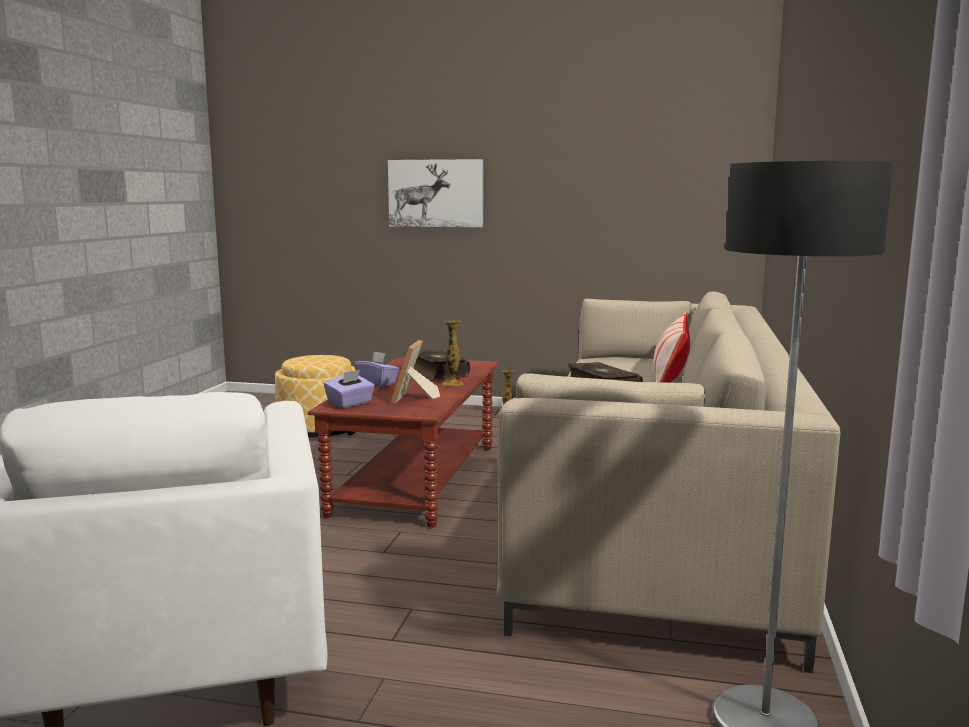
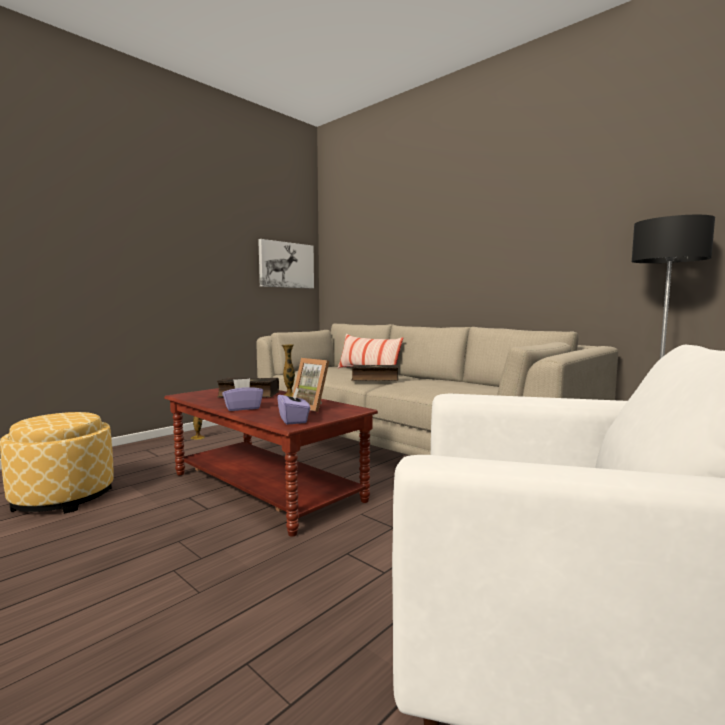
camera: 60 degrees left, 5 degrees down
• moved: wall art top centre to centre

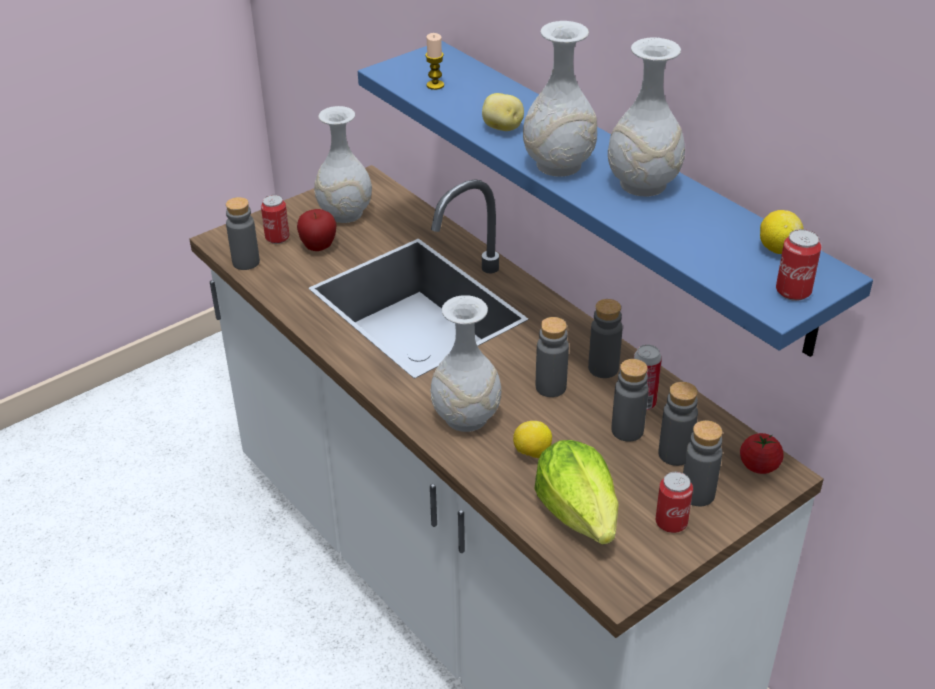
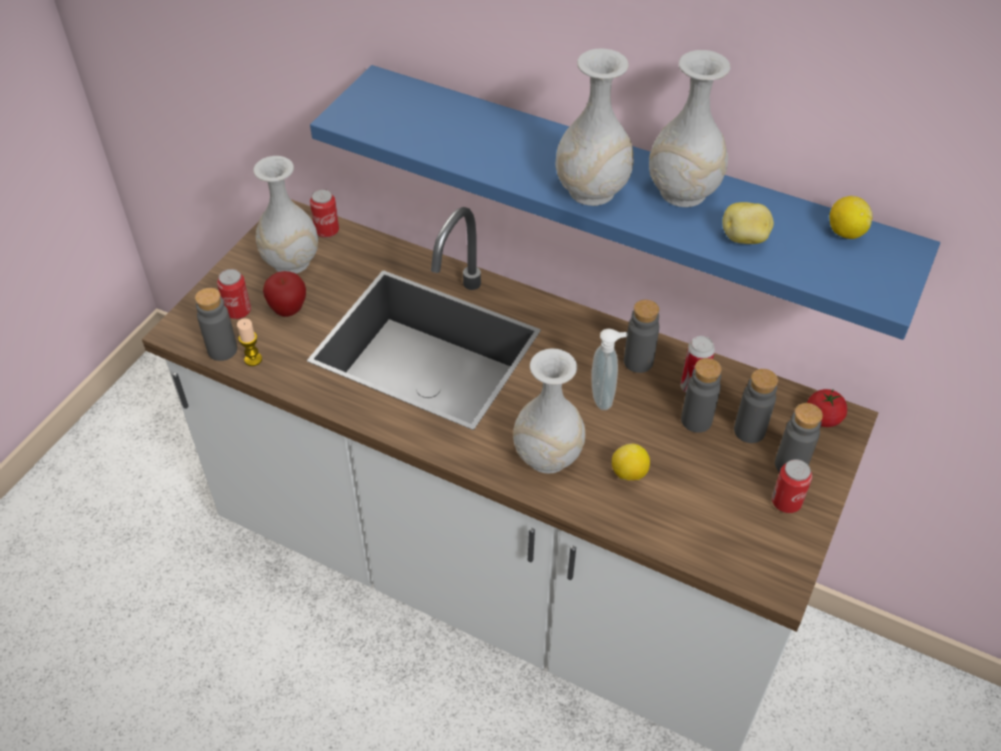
camera: 25 degrees left, 10 degrees up
• moved: wax candle top centre to middle left
• moved: whole potato top centre to top right
• removed: lettuce bottom centre
• replaced: beverage bottle (grey) (2nd from left) centre to liquid soap bottle centre
• moved: metal can (4th from left in the first image) middle right to metal can (2nd from left) top left

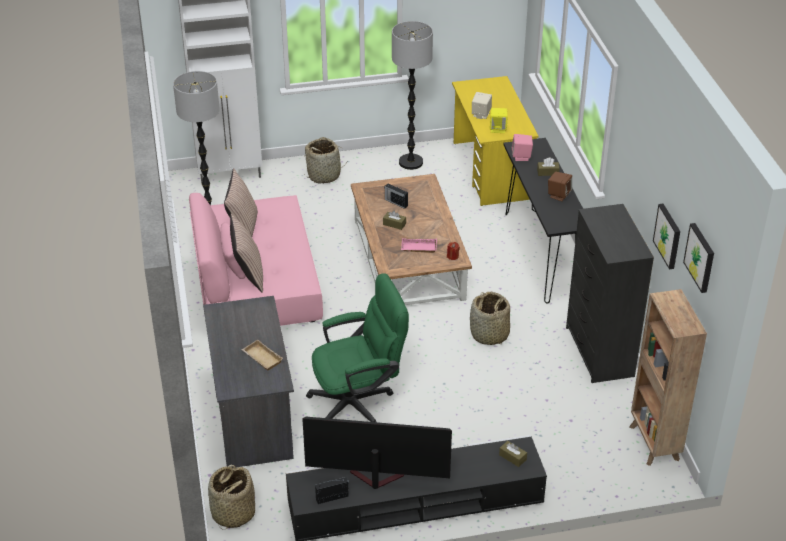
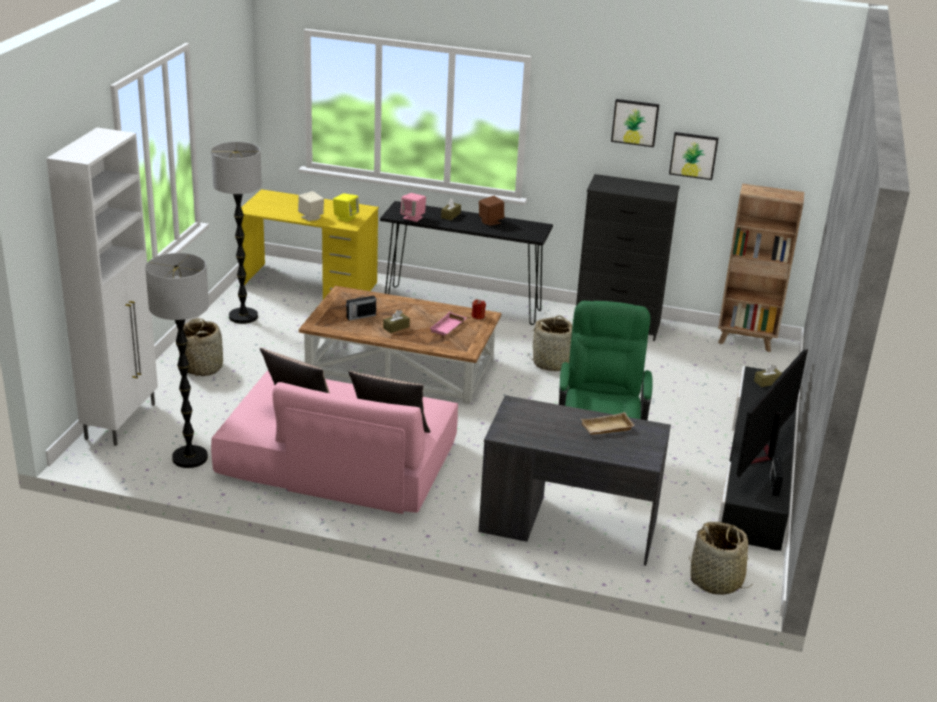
camera: 65 degrees left, 10 degrees down
• moved: wall art (2nd from left in the first image) middle right to wall art (1st from left) top right

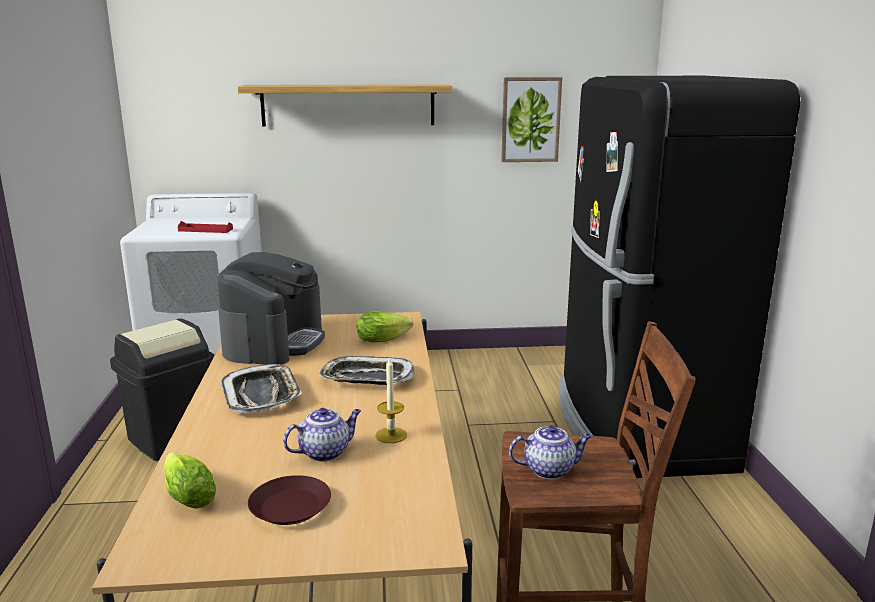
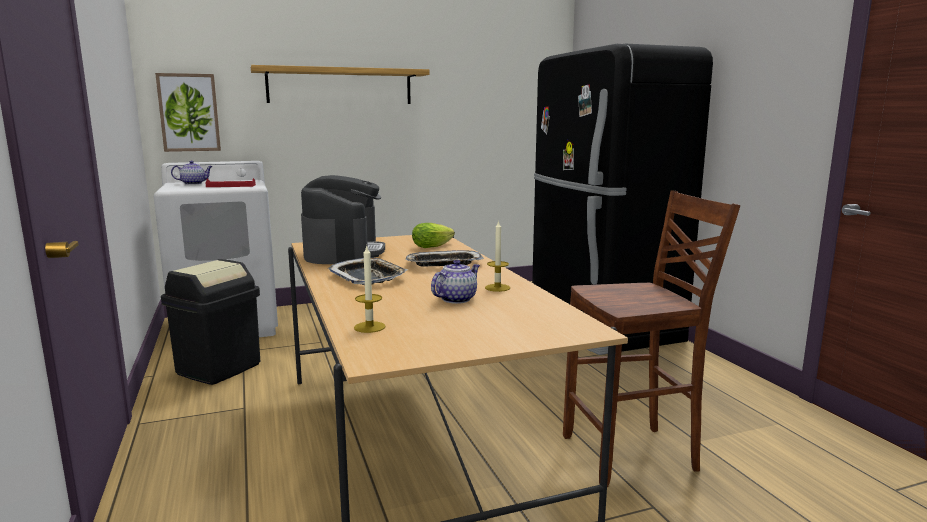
camera: 15 degrees left, 5 degrees down
• replaced: lettuce (1st from left) bottom left to wax candle (1st from left) centre
• removed: flat dish (brown) bottom left
• moved: wall art top centre to top left
• moved: pot for tea (2nd from left in the first image) bottom centre to pot for tea (1st from left) top left

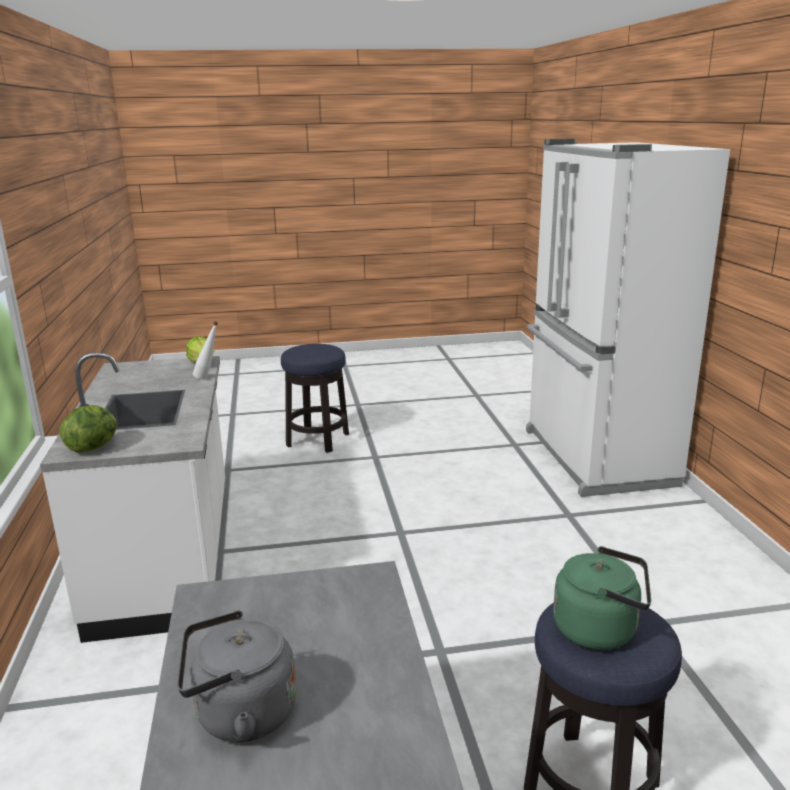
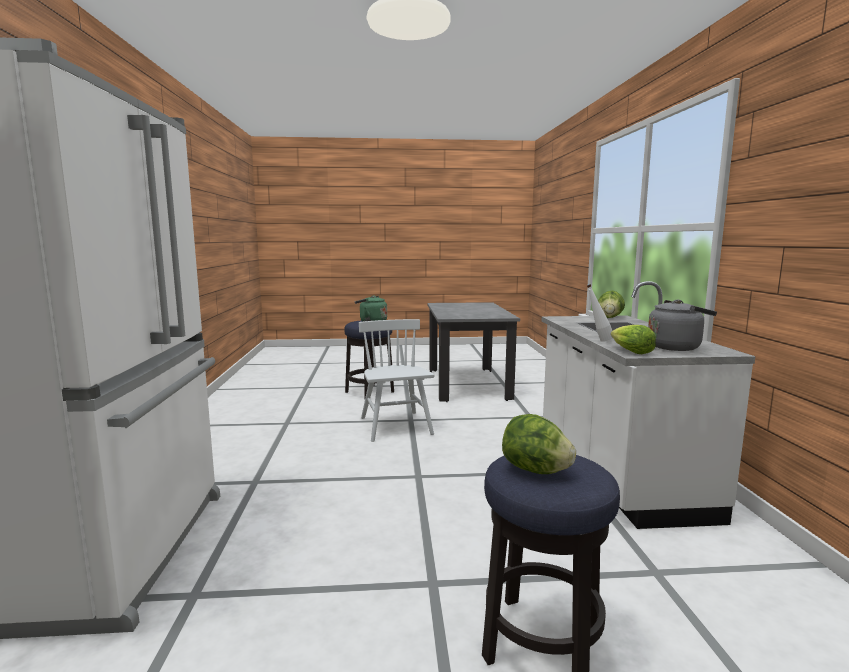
camera: 175 degrees left, 10 degrees down
• moved: tea kettle (grey) bottom left to middle right
• added: upright chair (white-coloured) centre
• added: lettuce (1st from left) centre

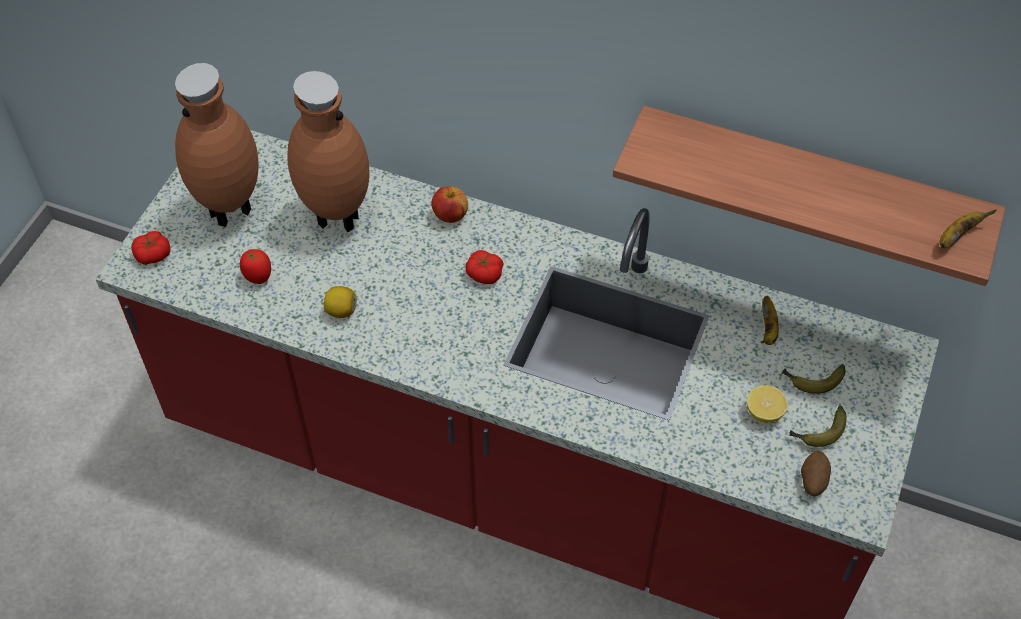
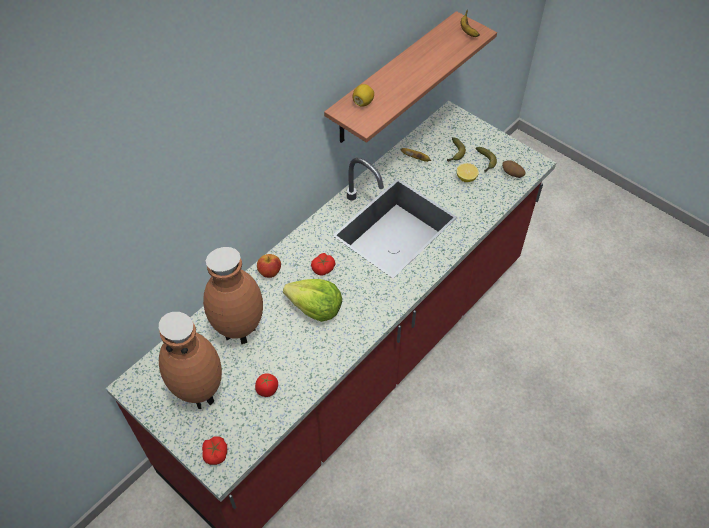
camera: 70 degrees left, 0 degrees up
• moved: lemon (1st from left) middle left to top centre
• added: lettuce centre

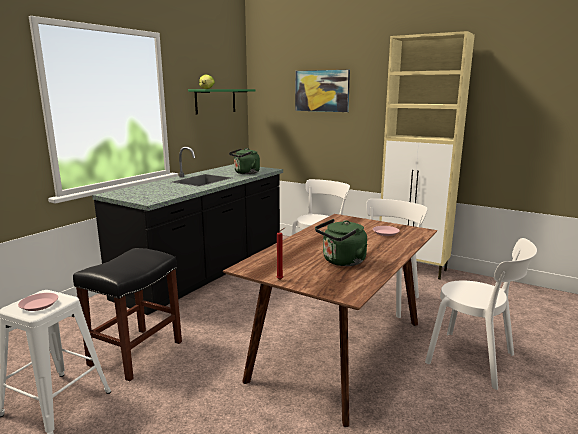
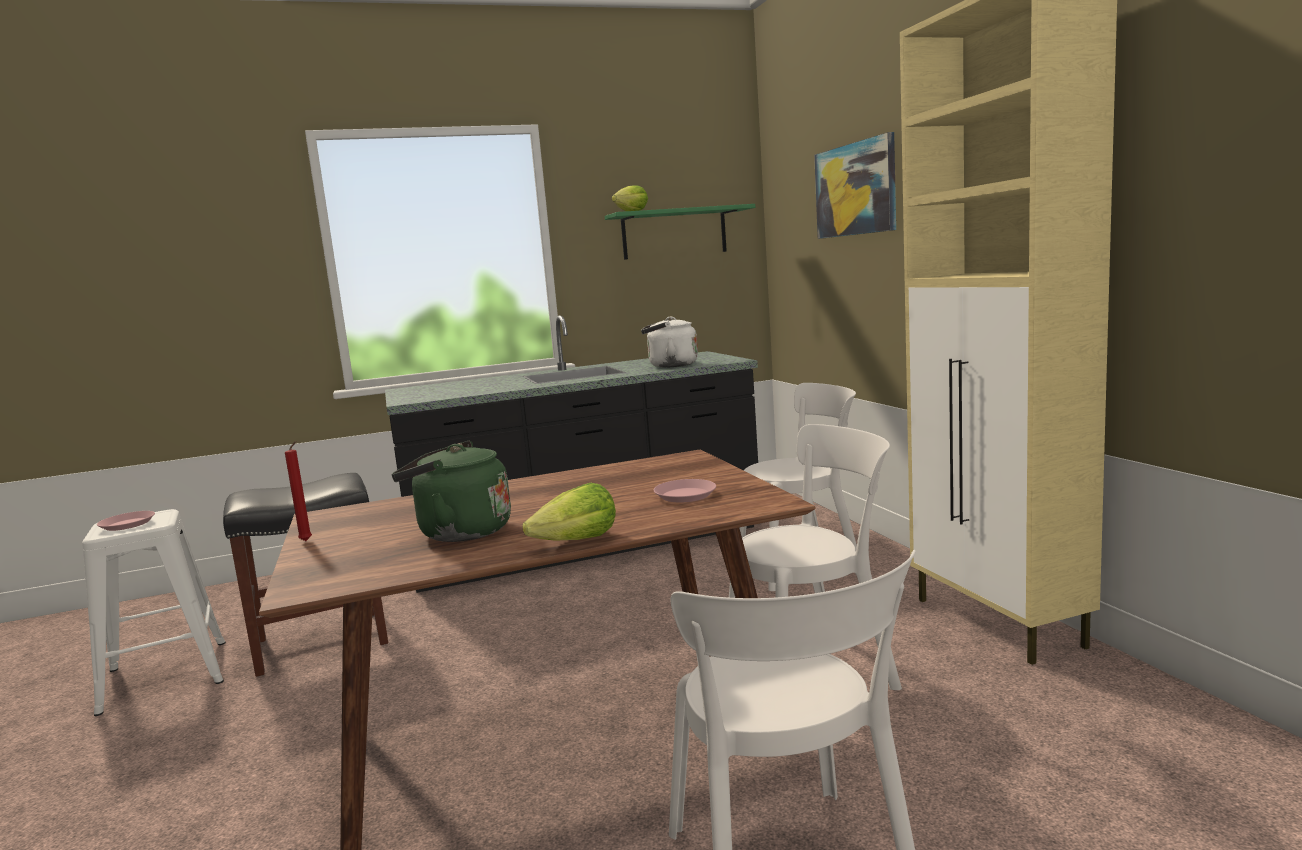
camera: 40 degrees right, 5 degrees down
• recoloured: tea kettle (green) (1st from left) centre to tea kettle (white-coloured) centre
• added: lettuce (1st from left) centre

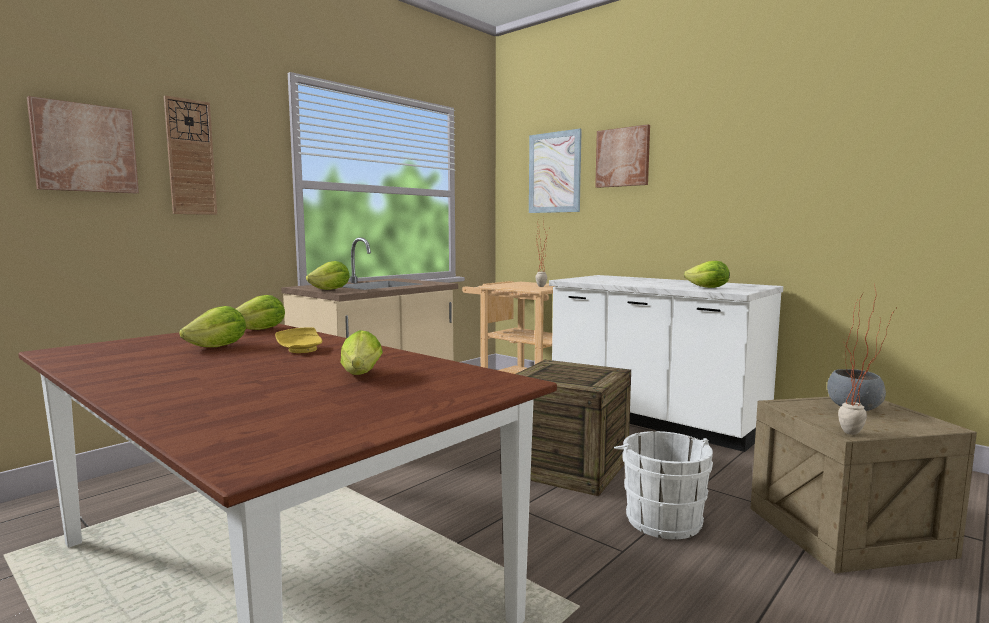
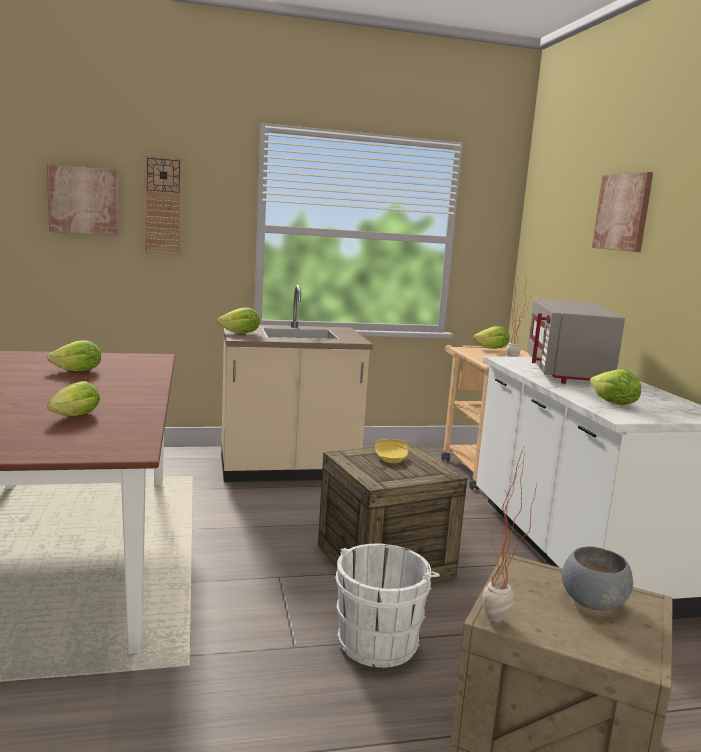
camera: 35 degrees right, 5 degrees up
• moved: lettuce (2nd from left in the first image) middle left to lettuce (4th from left) middle right
• moved: flat dish (yellow) middle left to centre
• removed: wall art (2nd from left) top centre
• added: microwave (grey) middle right

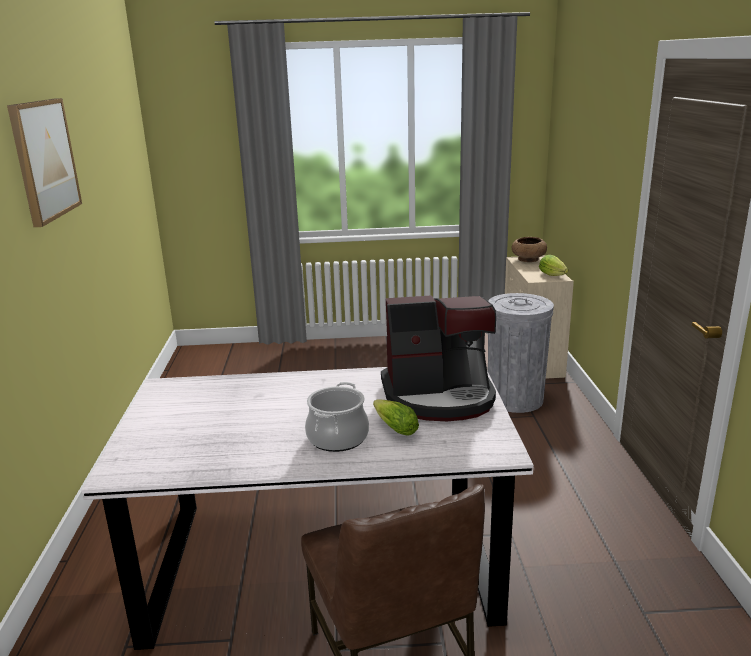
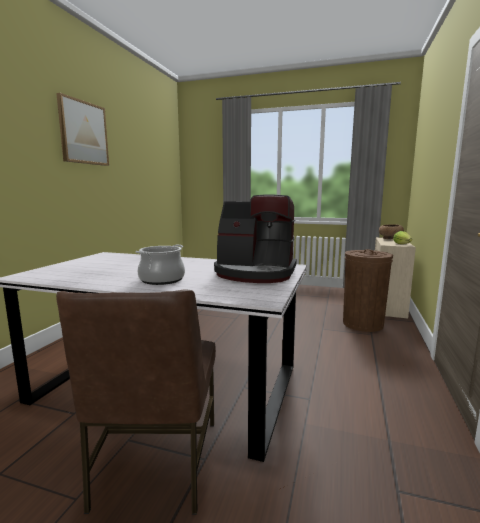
camera: 20 degrees right, 10 degrees down
• removed: lettuce (1st from left) centre
• recoloured: trash can (grey) middle right to trash can (brown) middle right

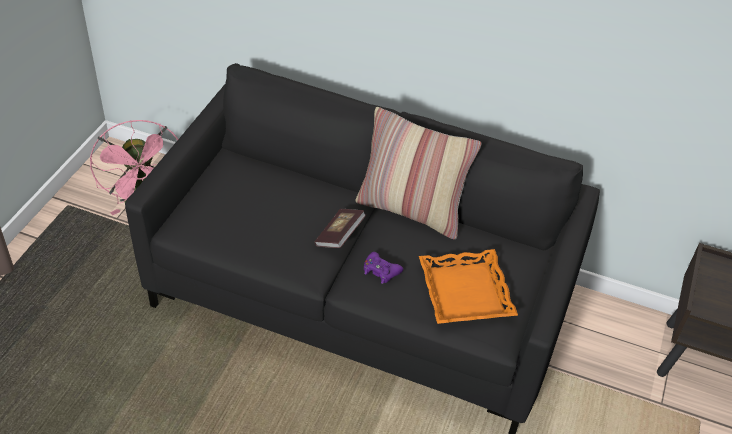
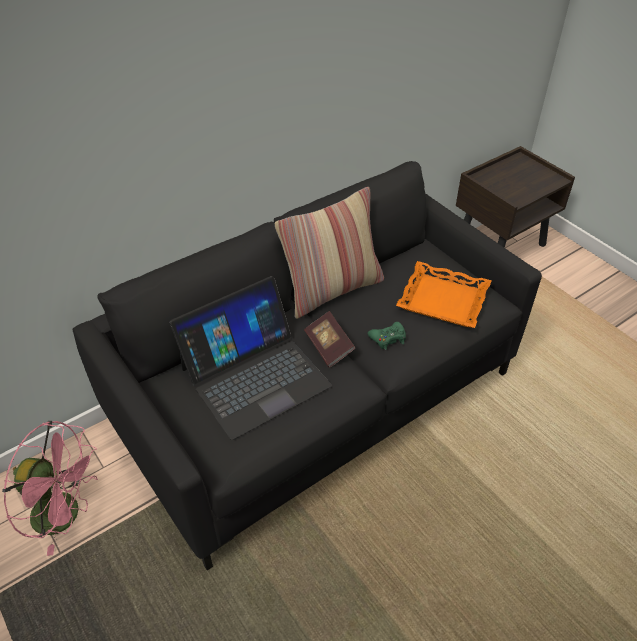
camera: 55 degrees left, 0 degrees up
• recoloured: gamepad (purplish) centre to gamepad (green) centre
• added: portable computer centre

